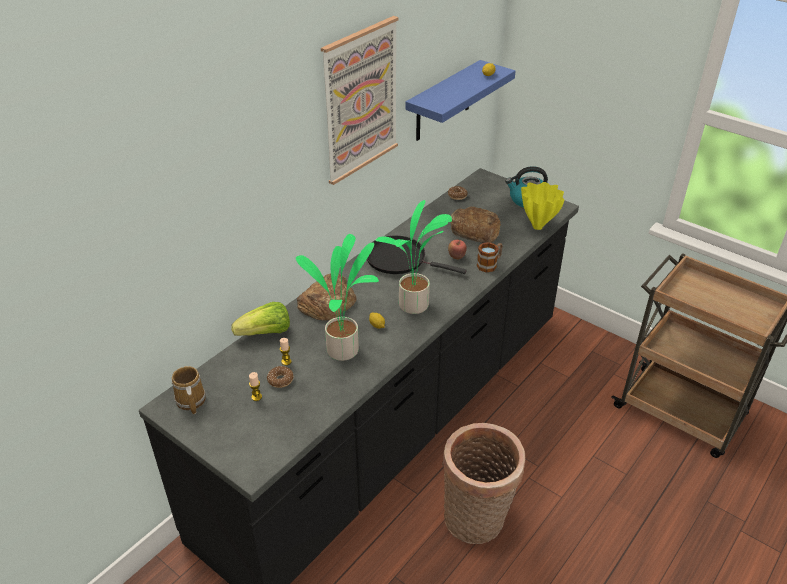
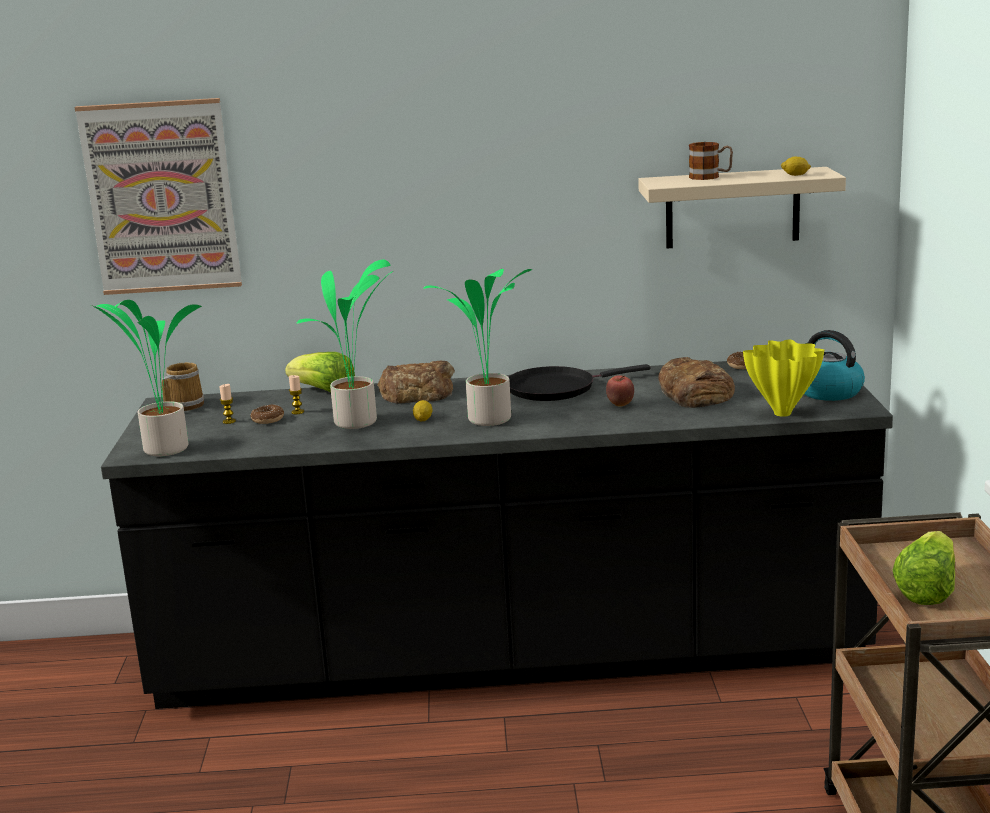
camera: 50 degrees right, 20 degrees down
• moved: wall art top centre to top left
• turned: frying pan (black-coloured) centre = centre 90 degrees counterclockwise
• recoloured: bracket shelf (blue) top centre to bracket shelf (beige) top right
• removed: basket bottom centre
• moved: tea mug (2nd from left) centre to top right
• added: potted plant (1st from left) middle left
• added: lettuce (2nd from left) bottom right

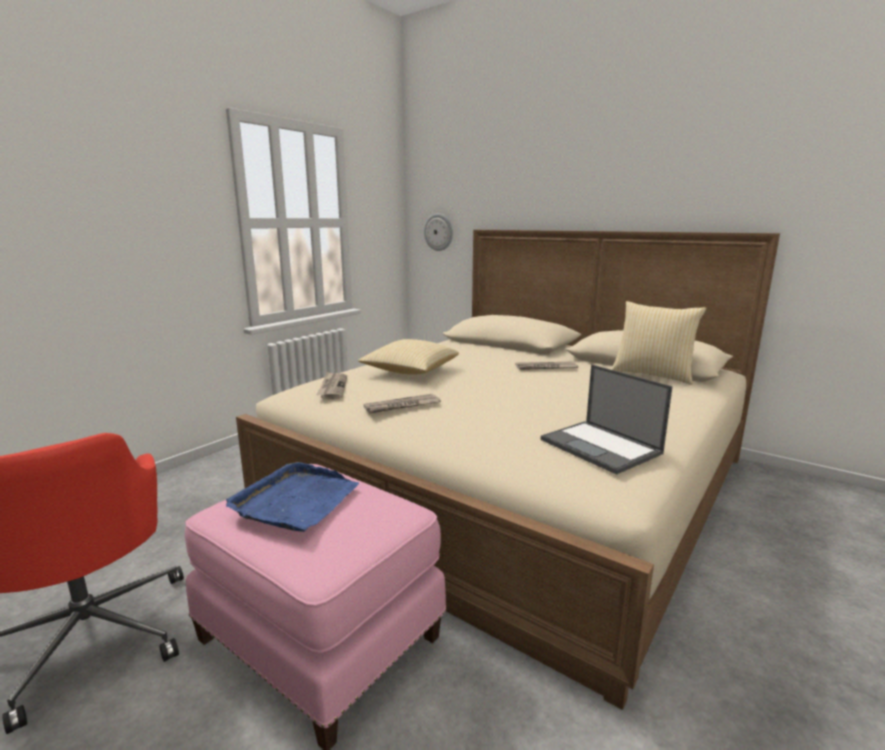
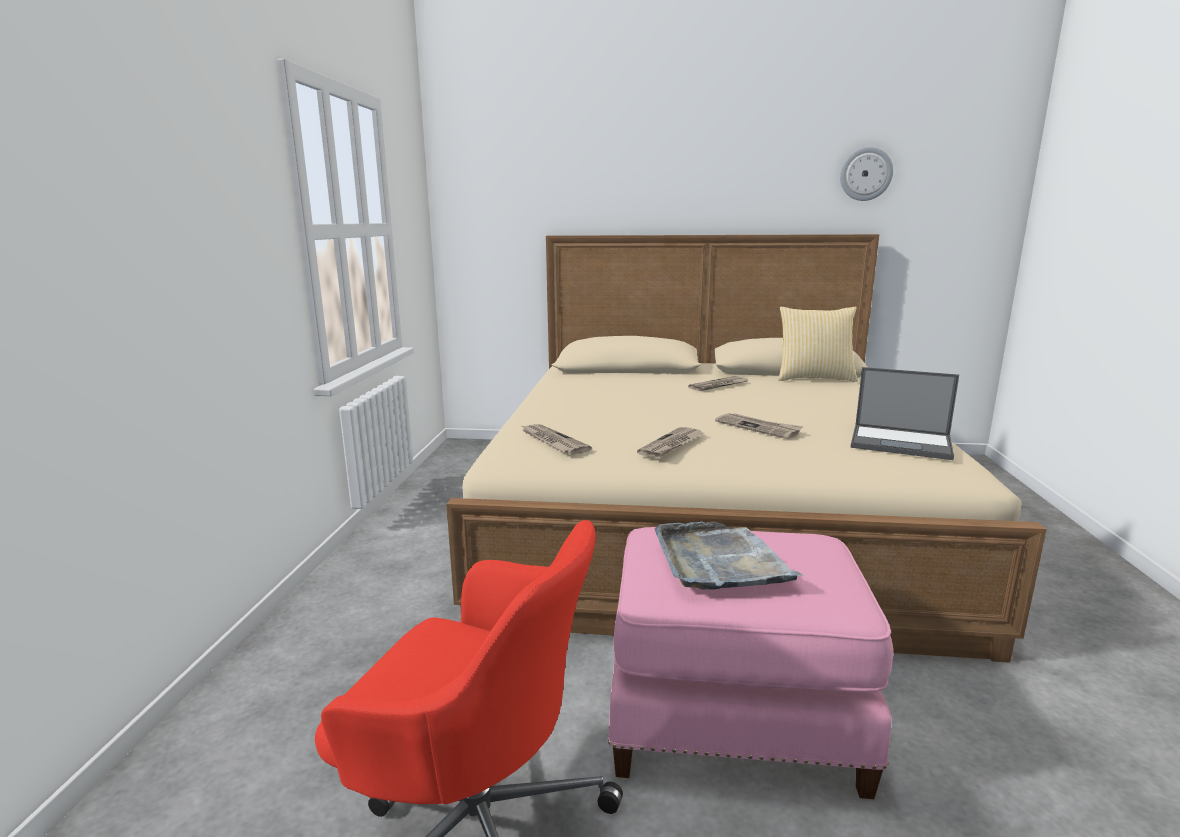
camera: 30 degrees left, 0 degrees up
• recoloured: tray (blue) middle left to tray (grey) centre
• removed: throw pillow (1st from left) centre
• moved: wall clock top centre to top right
• added: printed paper (4th from left) centre

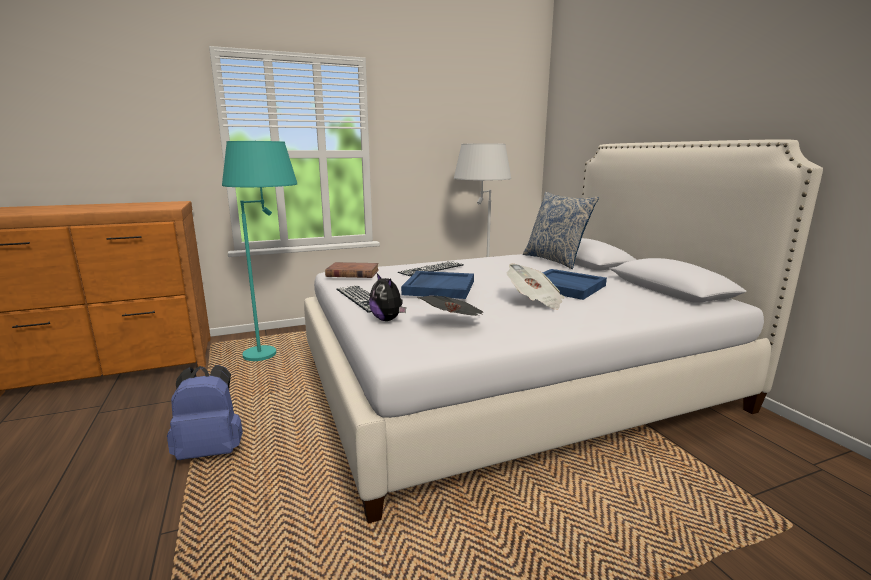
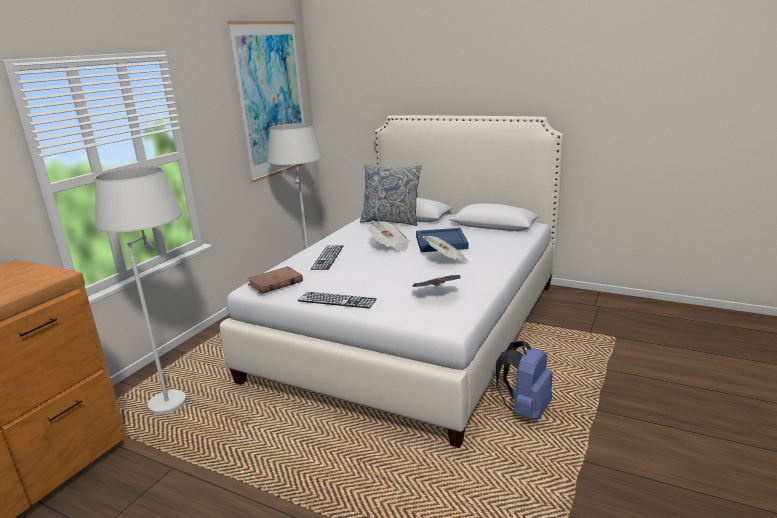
camera: 40 degrees left, 5 degrees up
• moved: rucksack (blue) bottom left to bottom right
• recoloured: standard lamp (blue-green) middle left to standard lamp (white-coloured) (1st from left) middle left
• removed: plush toy centre
• removed: tray (blue) (1st from left) centre
• added: wall art top centre
• added: printed paper (1st from left) centre

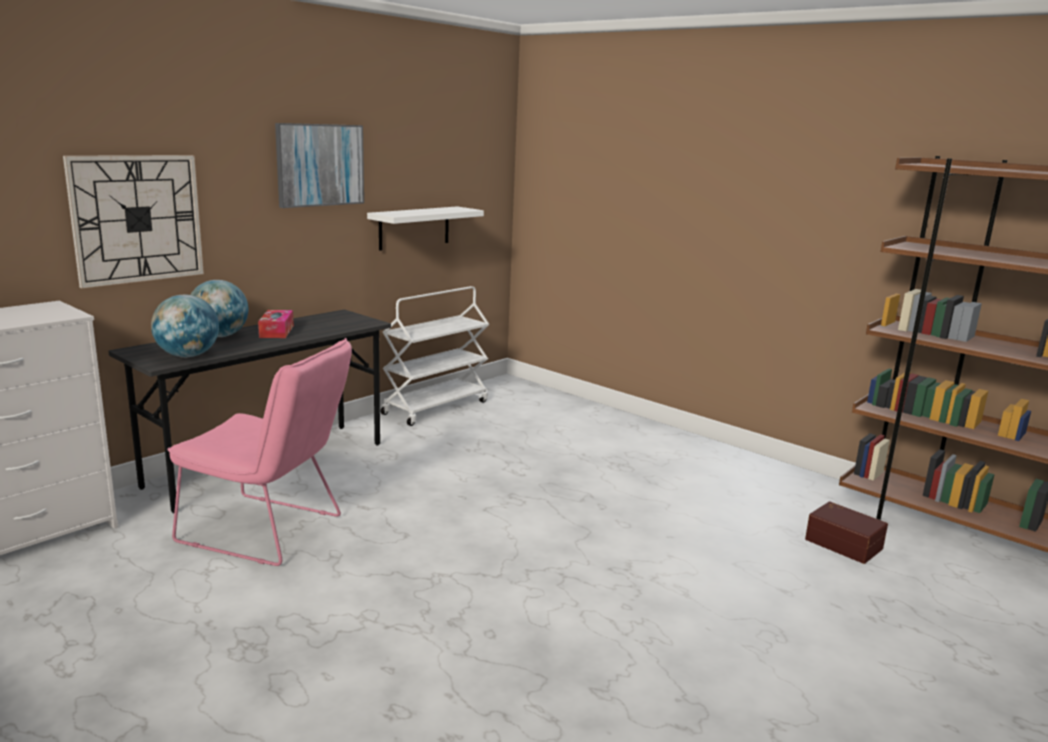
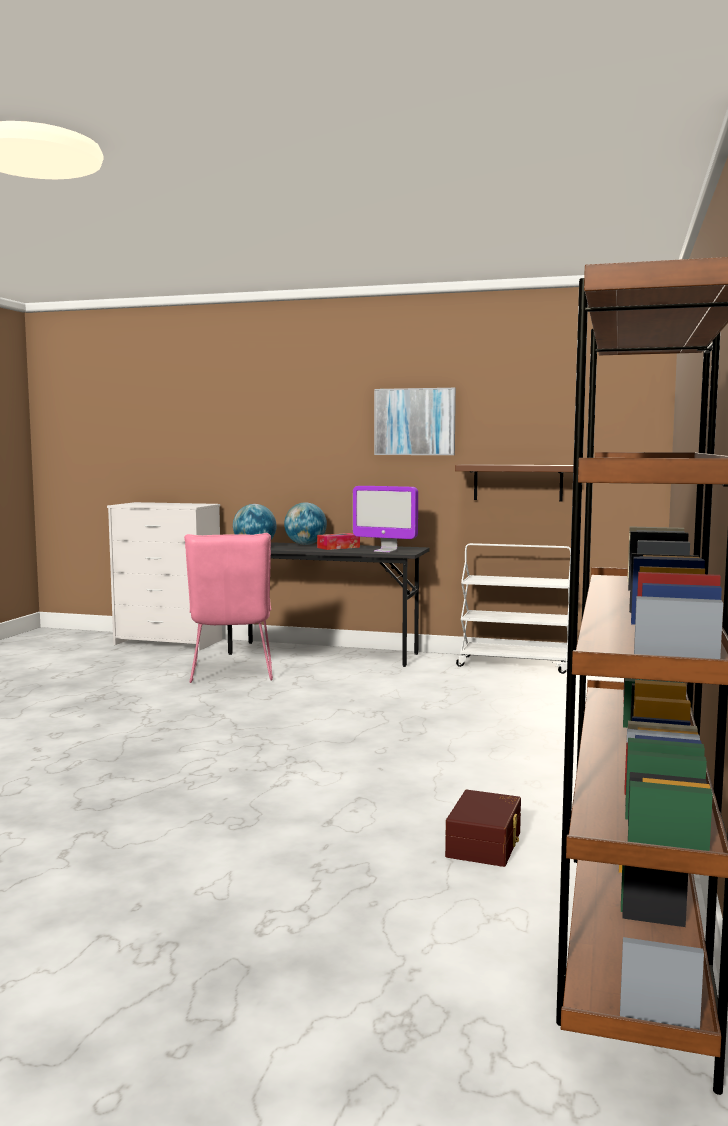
camera: 65 degrees right, 10 degrees down
• removed: wall clock top left
• recoloured: bracket shelf (white-coloured) top centre to bracket shelf (brown) middle right
• added: computer screen centre

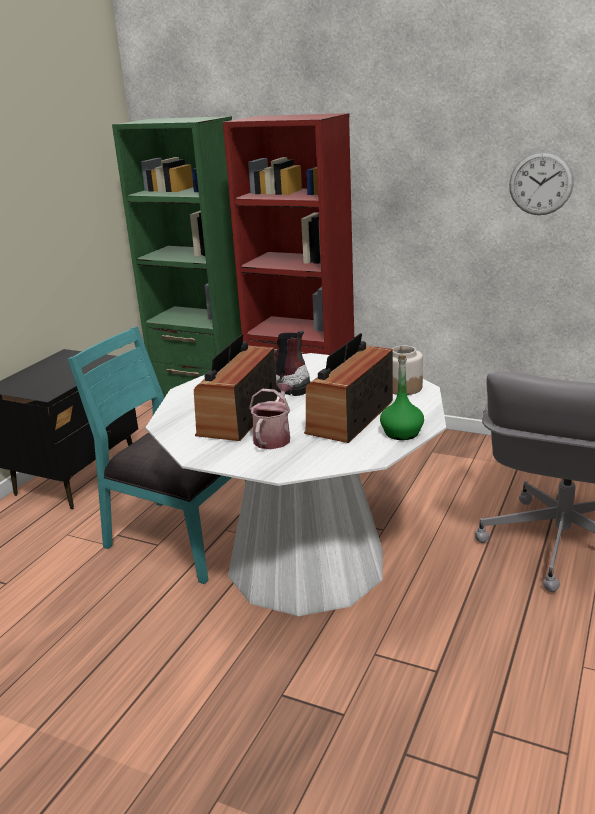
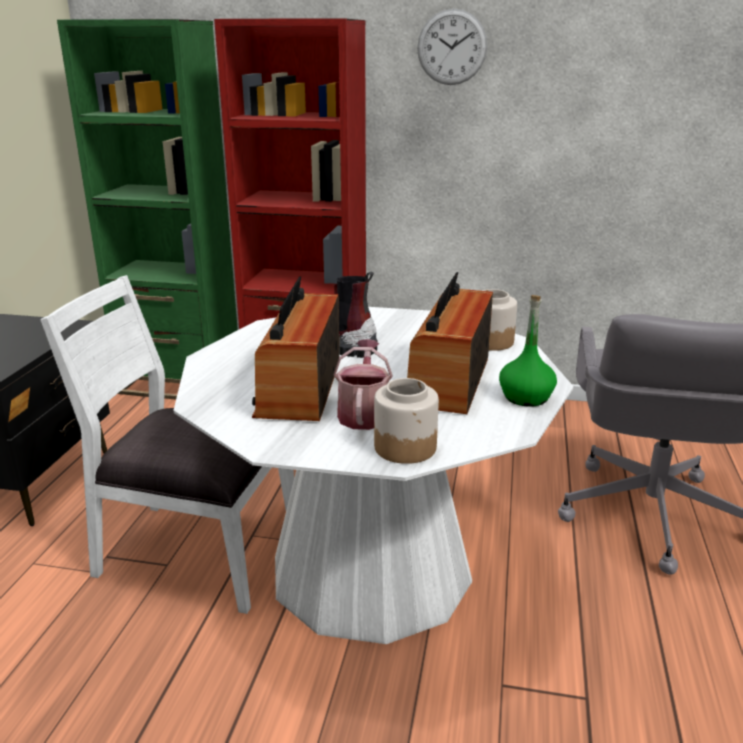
camera: 15 degrees left, 0 degrees up
• recoloured: upright chair (blue-green) middle left to upright chair (white-coloured) middle left
• moved: wall clock top right to top centre
• added: preserve jar (1st from left) centre

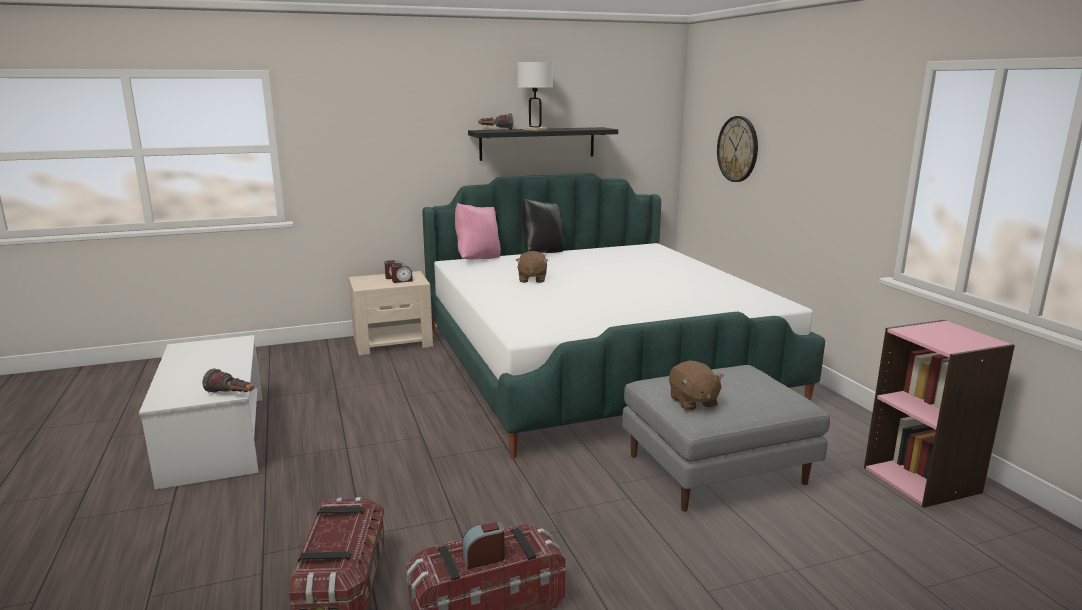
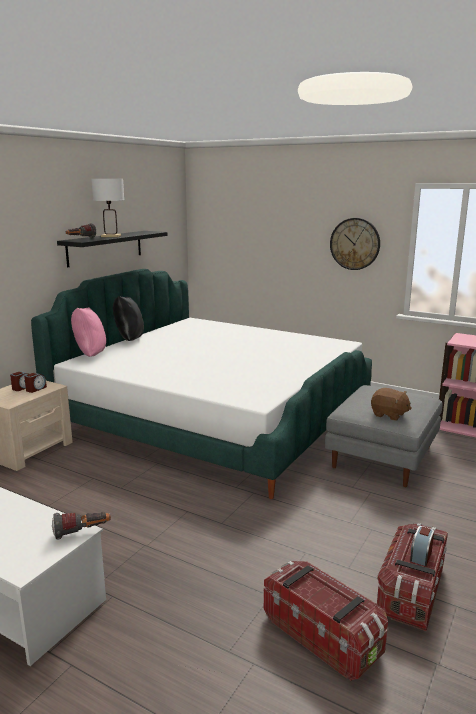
camera: 40 degrees left, 0 degrees up
• removed: plush toy (brown) (1st from left) centre
• moved: wall clock top right to middle right

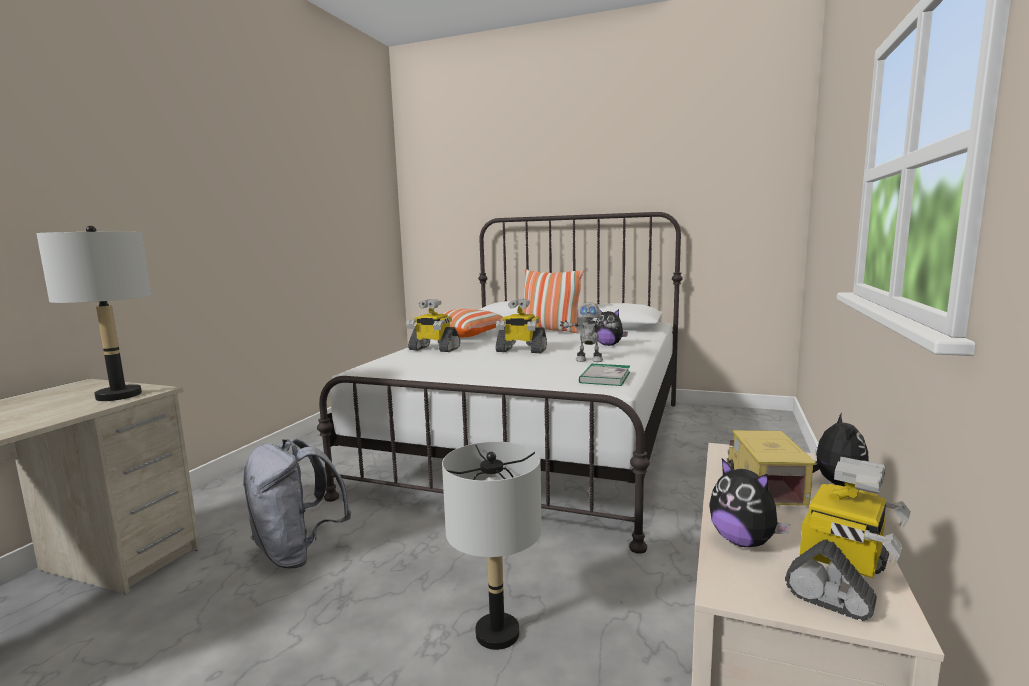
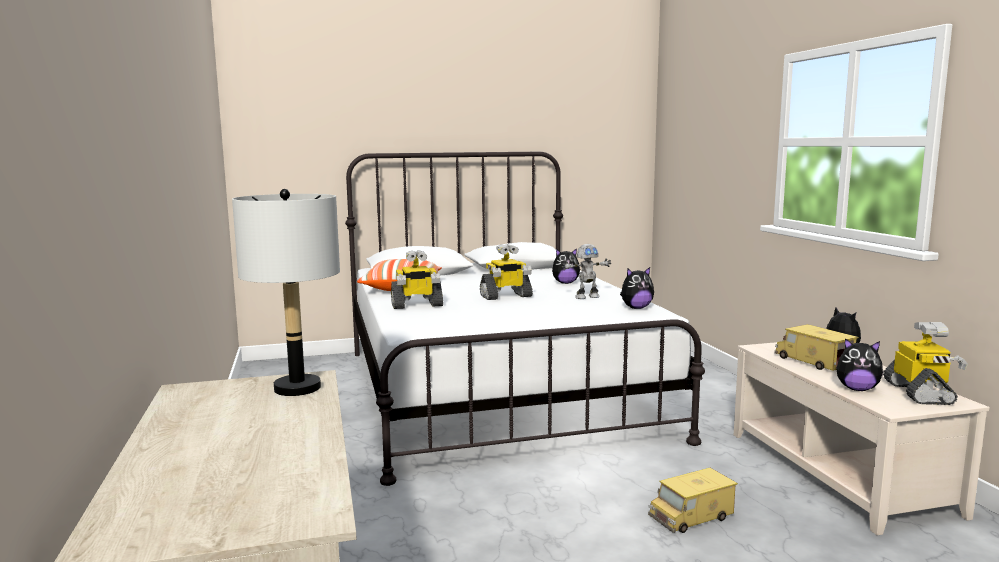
camera: 35 degrees left, 0 degrees up
• removed: rucksack (grey) bottom left
• replaced: tabletop lamp (grey) (2nd from left) bottom centre to toy truck (1st from left) bottom right
• removed: throw pillow (2nd from left) centre
• replaced: volume centre to plush toy (2nd from left) centre

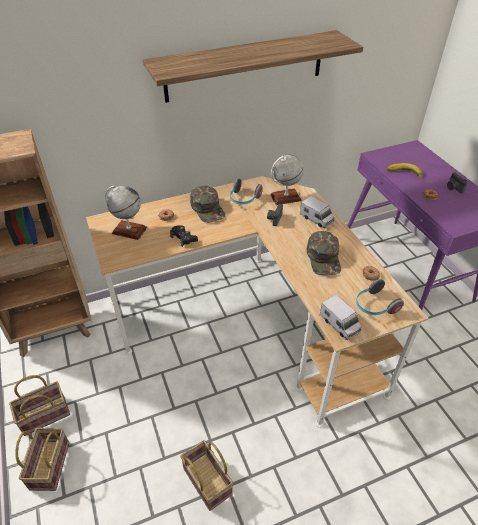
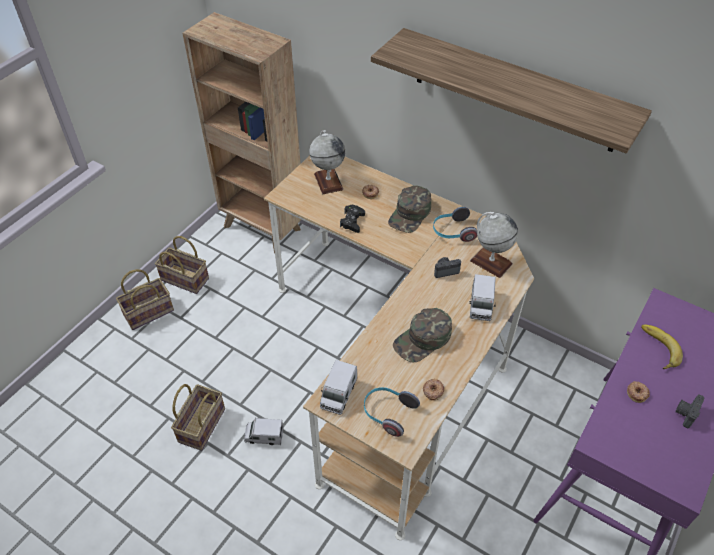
camera: 55 degrees right, 5 degrees up
• added: toy truck (1st from left) bottom centre

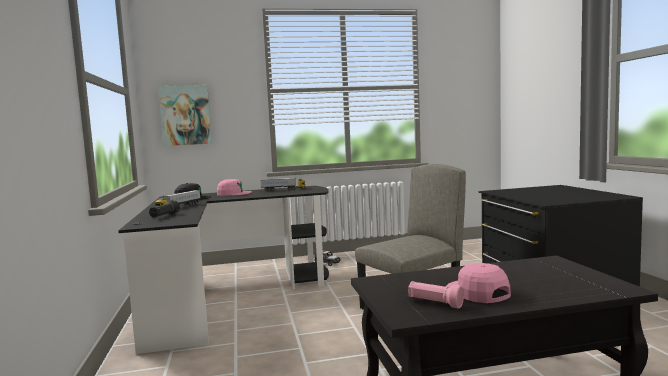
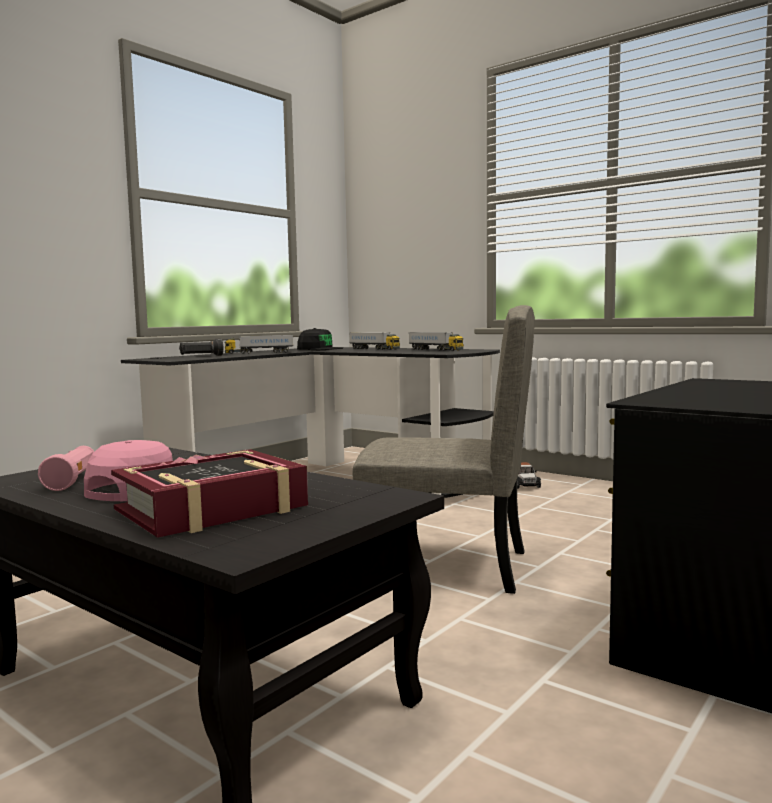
camera: 50 degrees right, 0 degrees up
• removed: wall art top left
• replaced: cap (pinkish) (1st from left) centre to toy truck (2nd from left) centre
• added: volume middle left

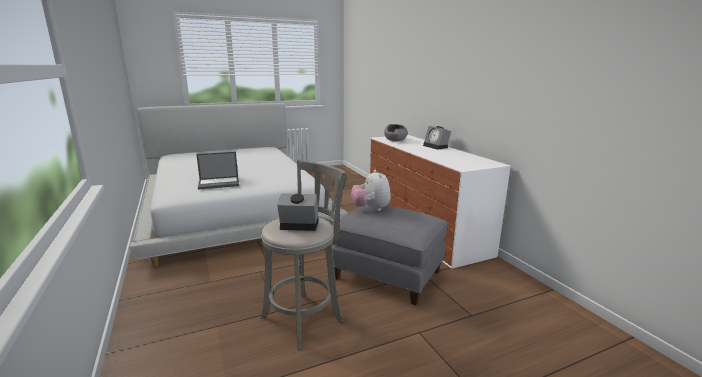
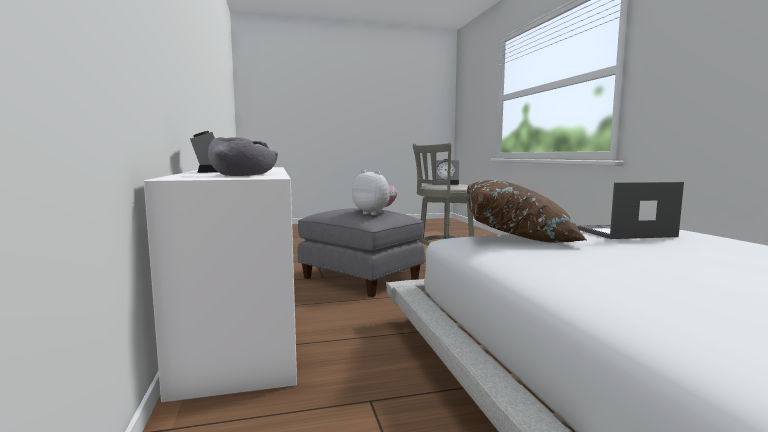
camera: 170 degrees left, 10 degrees down
• turned: plush toy centre = centre 45 degrees counterclockwise
• added: throw pillow (brown) middle right

